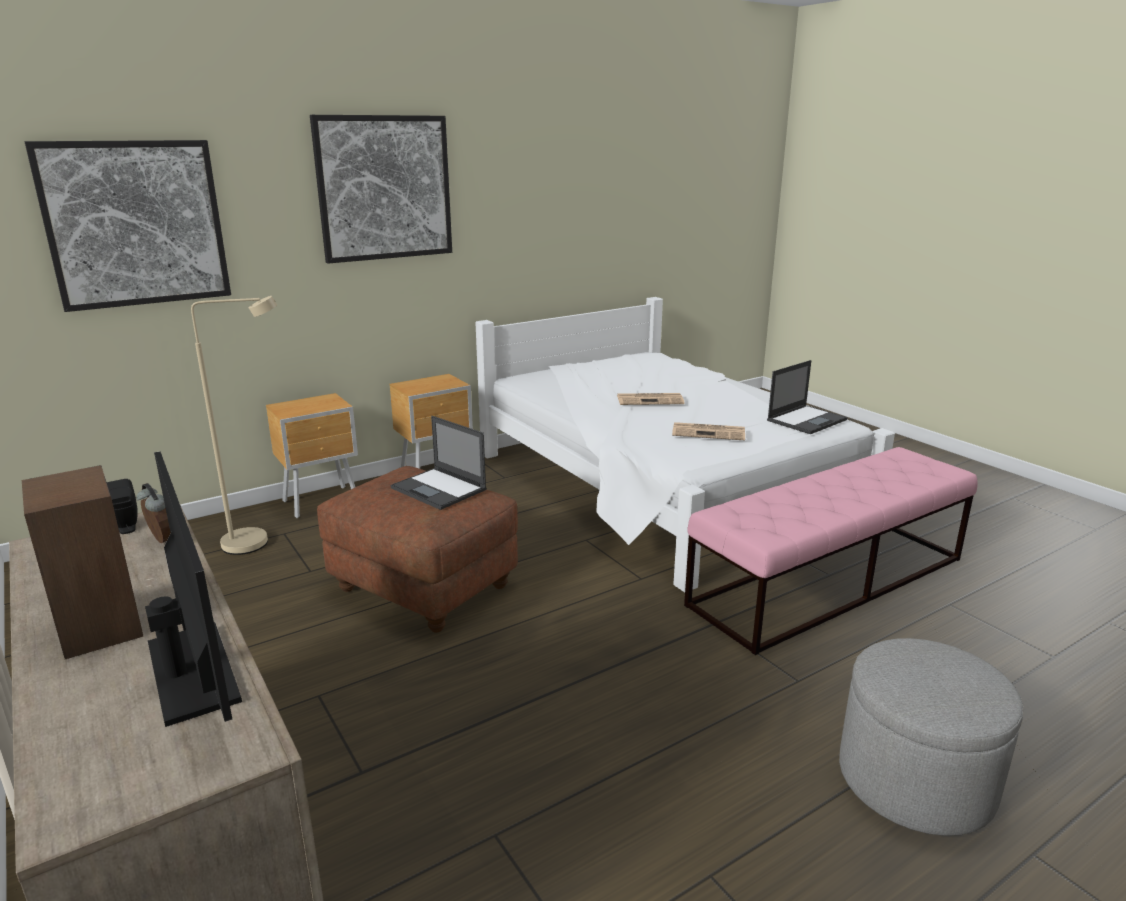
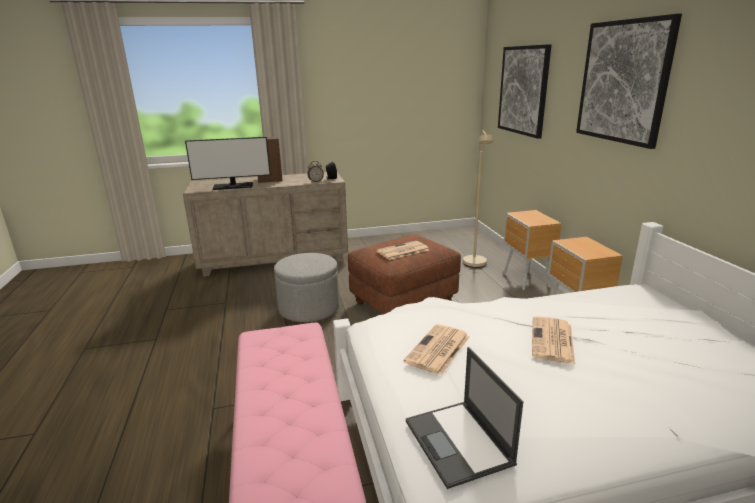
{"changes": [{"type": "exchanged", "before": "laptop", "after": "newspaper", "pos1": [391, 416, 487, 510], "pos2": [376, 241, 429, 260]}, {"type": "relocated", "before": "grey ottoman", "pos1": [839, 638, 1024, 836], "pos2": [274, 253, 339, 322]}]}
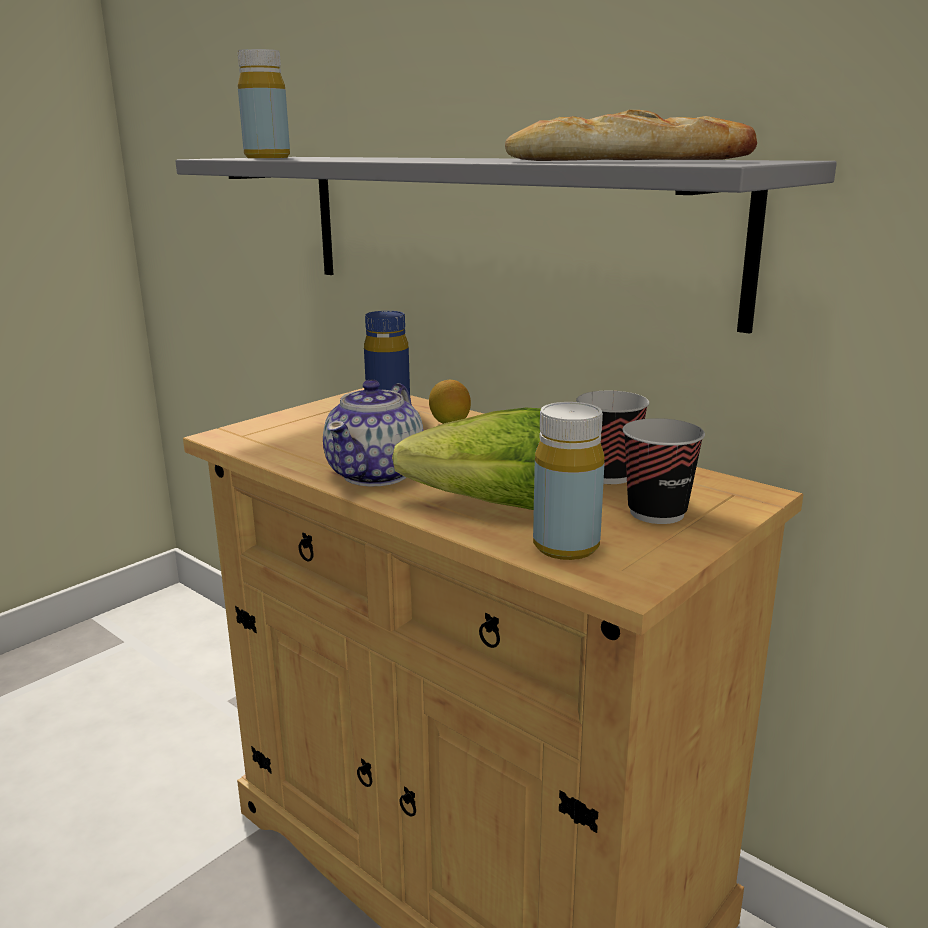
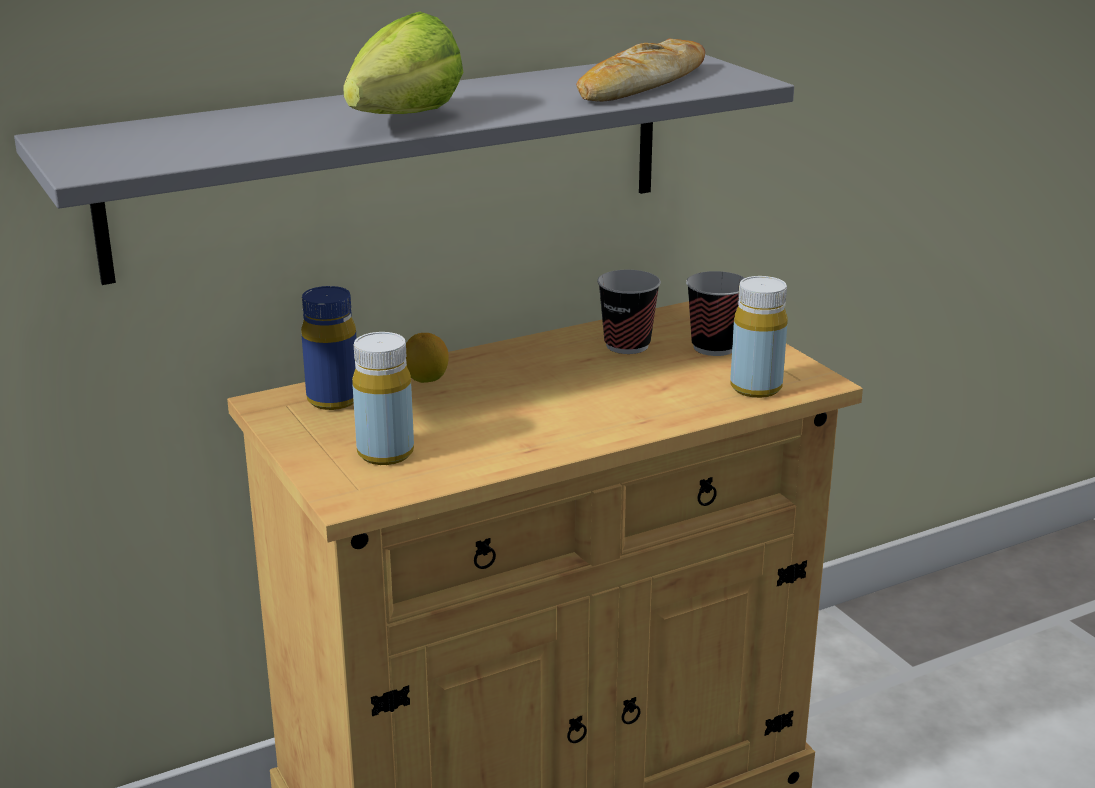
{"changes": [{"type": "relocated", "before": "yellow bottle", "pos1": [237, 49, 290, 158], "pos2": [352, 332, 414, 465]}, {"type": "missing", "before": "teapot", "pos1": [323, 380, 423, 486]}, {"type": "relocated", "before": "lettuce", "pos1": [392, 408, 541, 510], "pos2": [343, 12, 463, 114]}]}
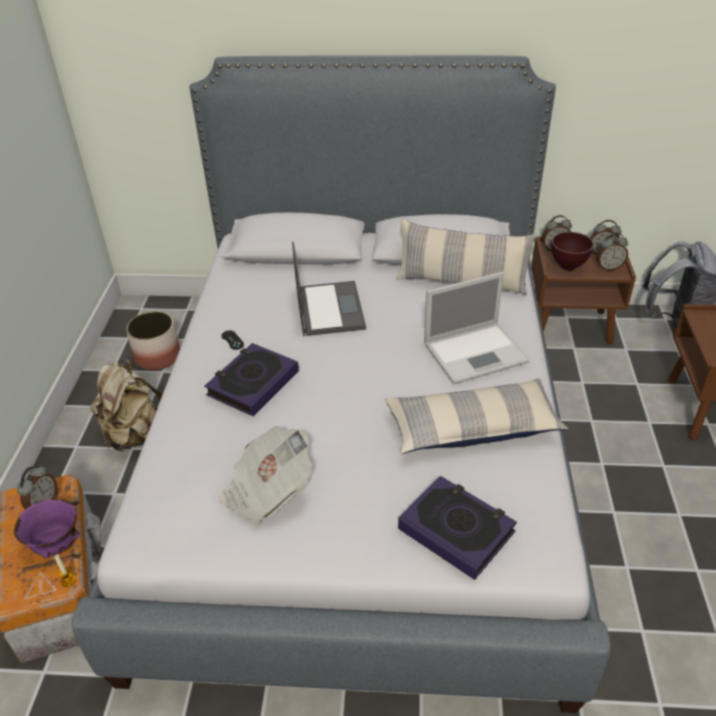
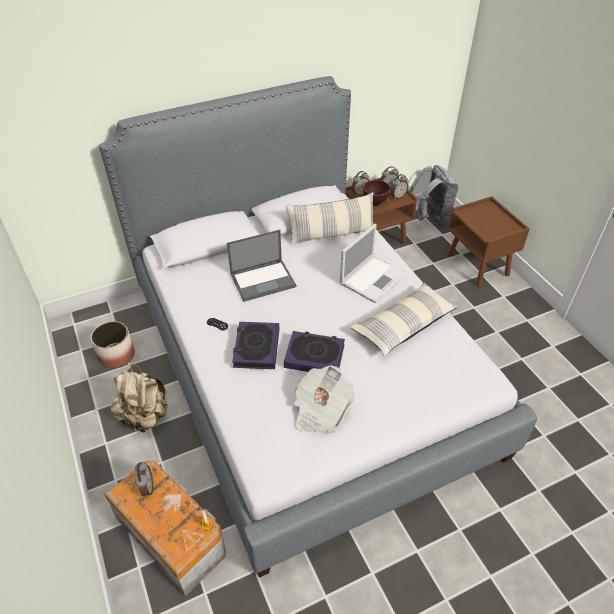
{"changes": [{"type": "spun", "before": "laptop", "pos1": [292, 242, 366, 336], "pos2": [227, 230, 296, 302], "turn": 105}, {"type": "relocated", "before": "book", "pos1": [398, 476, 517, 580], "pos2": [284, 331, 345, 372]}, {"type": "missing", "before": "purple bowl", "pos1": [14, 498, 80, 559]}]}
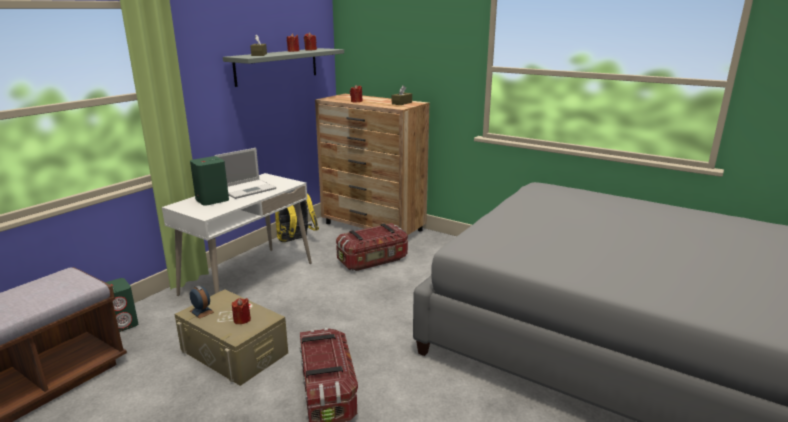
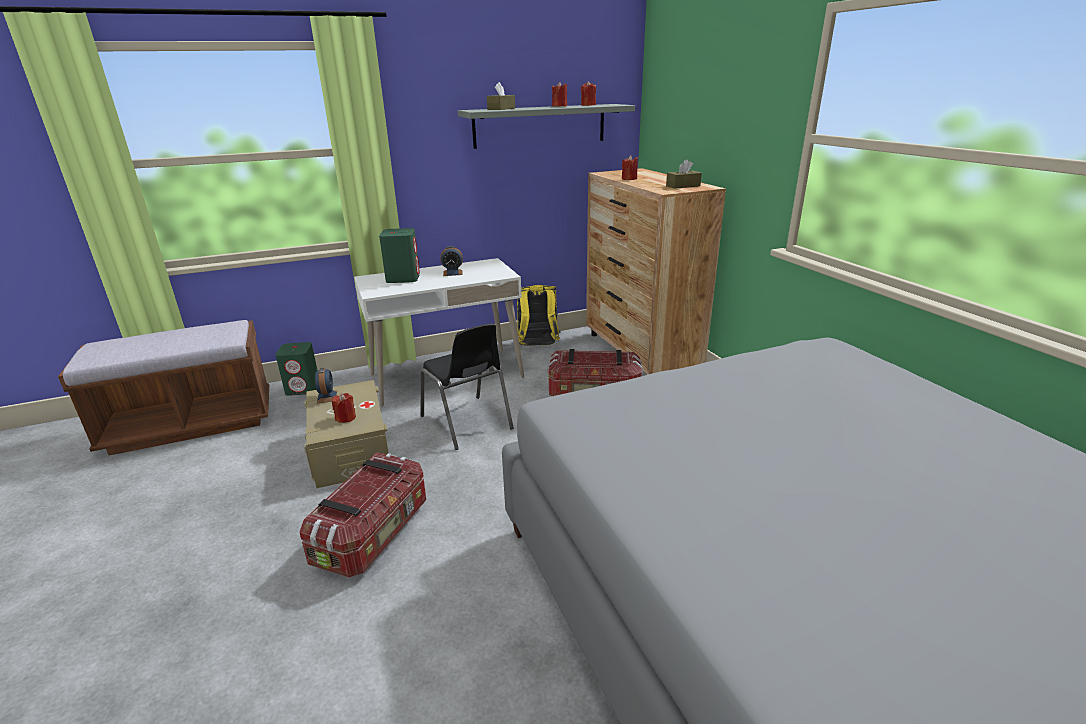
{"changes": [{"type": "exchanged", "before": "laptop", "after": "alarm clock", "pos1": [214, 148, 276, 199], "pos2": [440, 246, 463, 276]}, {"type": "appeared", "after": "black chair", "pos2": [421, 323, 514, 450]}]}
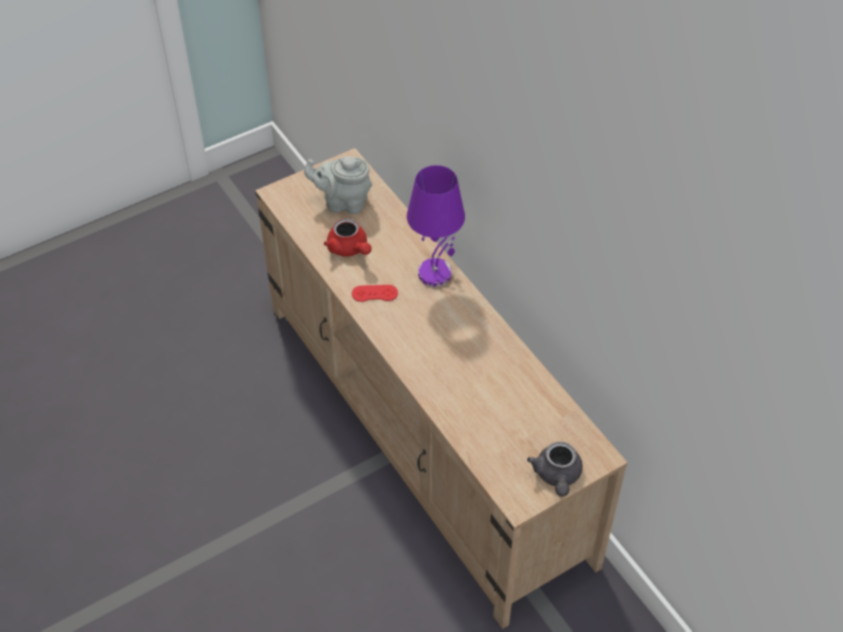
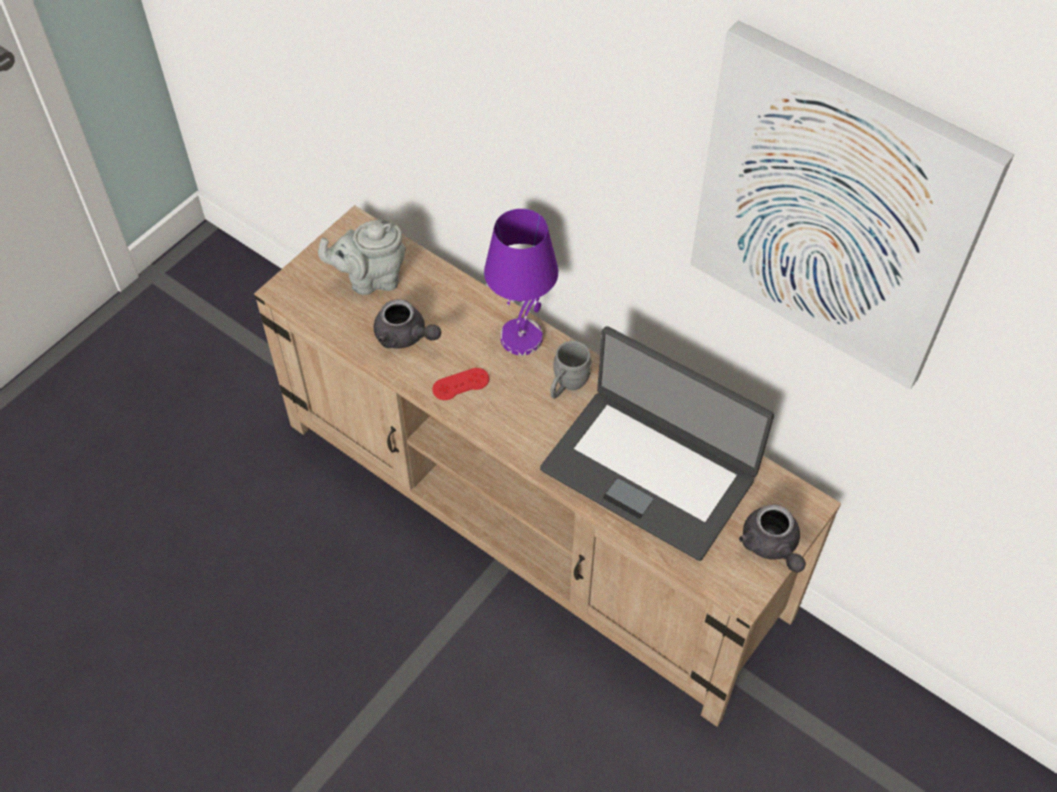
{"changes": [{"type": "colour", "before": "red teapot", "after": "grey teapot", "pos1": [324, 218, 371, 257], "pos2": [374, 299, 441, 348]}, {"type": "appeared", "after": "picture", "pos2": [690, 21, 1014, 390]}, {"type": "appeared", "after": "laptop", "pos2": [540, 326, 774, 561]}, {"type": "appeared", "after": "grey mug", "pos2": [550, 341, 592, 399]}]}
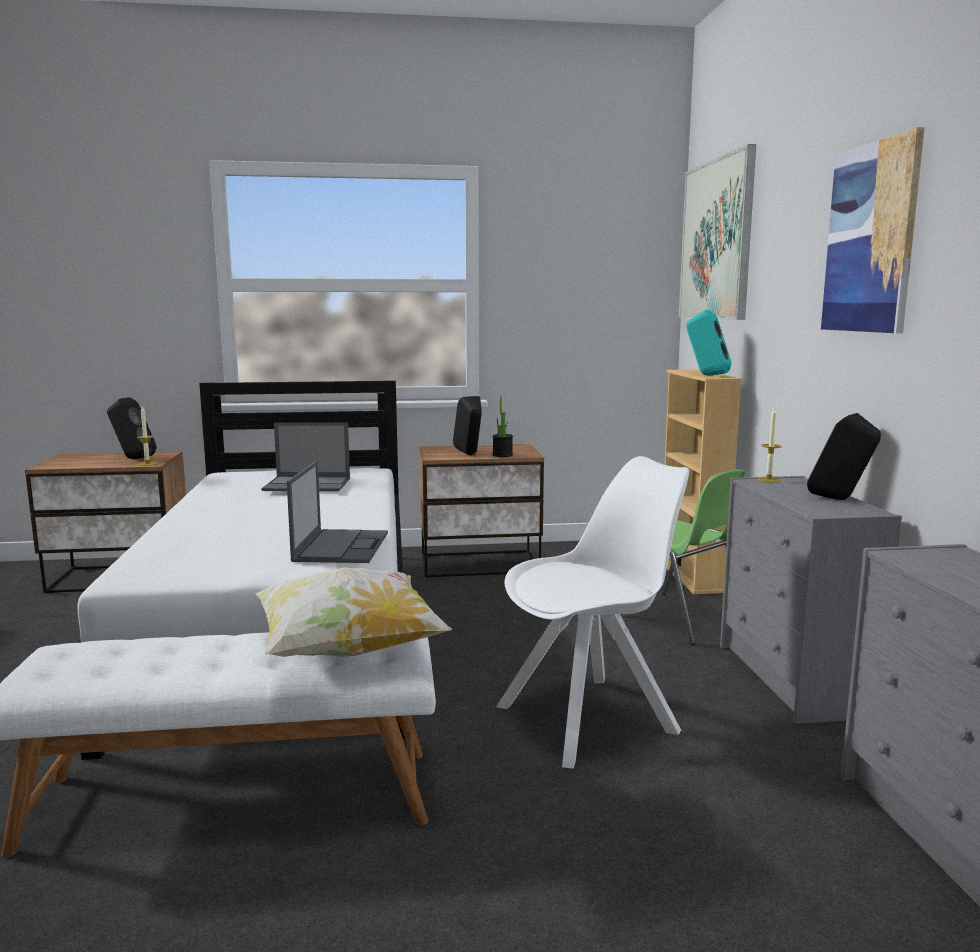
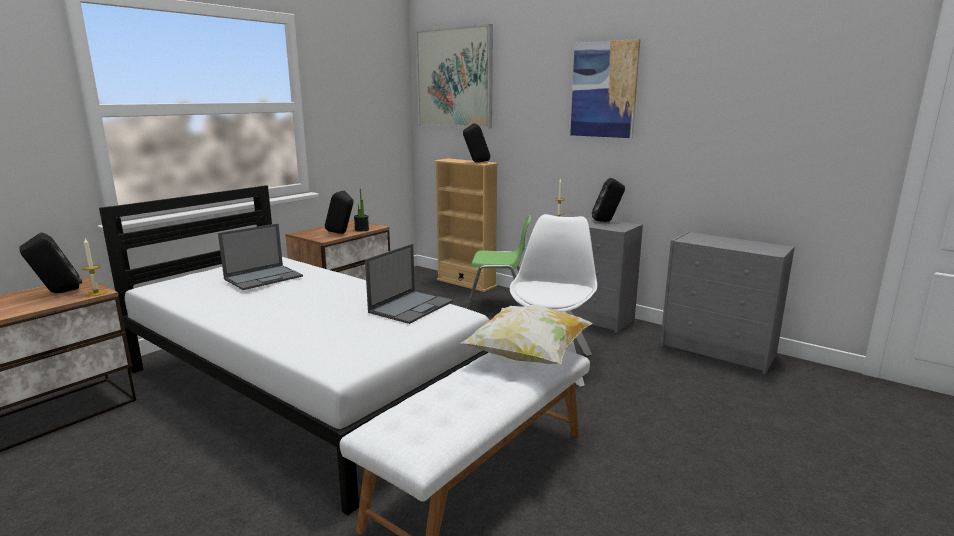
{"changes": [{"type": "colour", "before": "turquoise speaker", "after": "black speaker", "pos1": [686, 310, 731, 376], "pos2": [463, 123, 490, 163]}, {"type": "spun", "before": "laptop", "pos1": [287, 461, 388, 563], "pos2": [365, 244, 453, 324], "turn": 75}]}
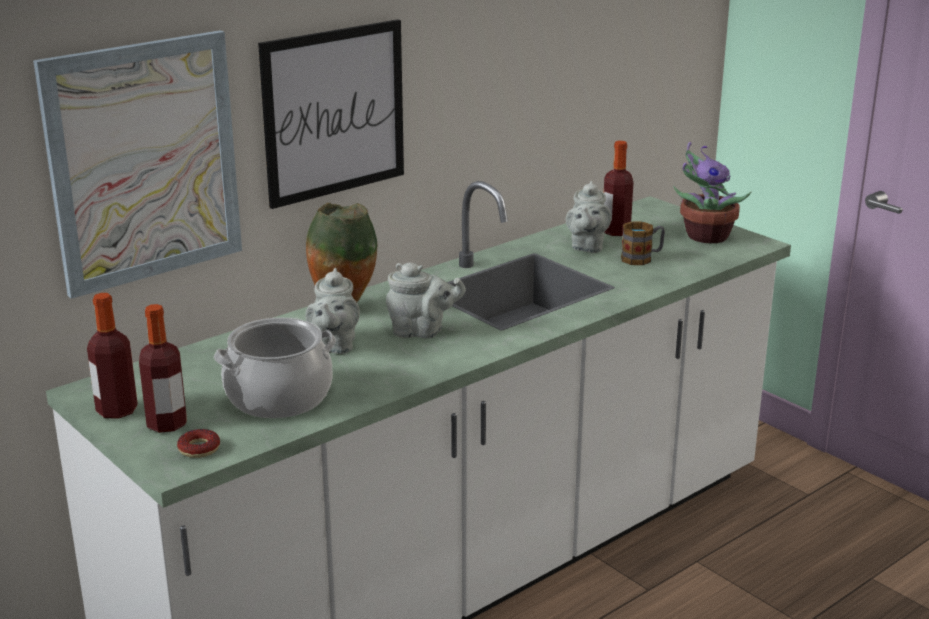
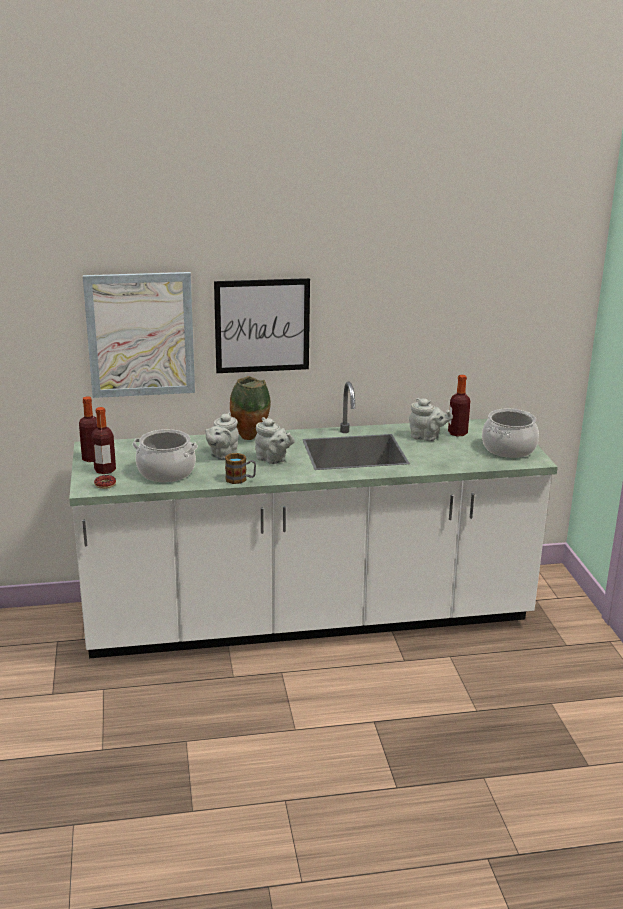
{"changes": [{"type": "exchanged", "before": "potted plant", "after": "cooking pot", "pos1": [673, 142, 752, 243], "pos2": [482, 409, 539, 458]}, {"type": "spun", "before": "grey teapot", "pos1": [566, 181, 611, 253], "pos2": [409, 398, 453, 441], "turn": -105}, {"type": "relocated", "before": "mug", "pos1": [621, 221, 665, 265], "pos2": [225, 453, 256, 484]}]}
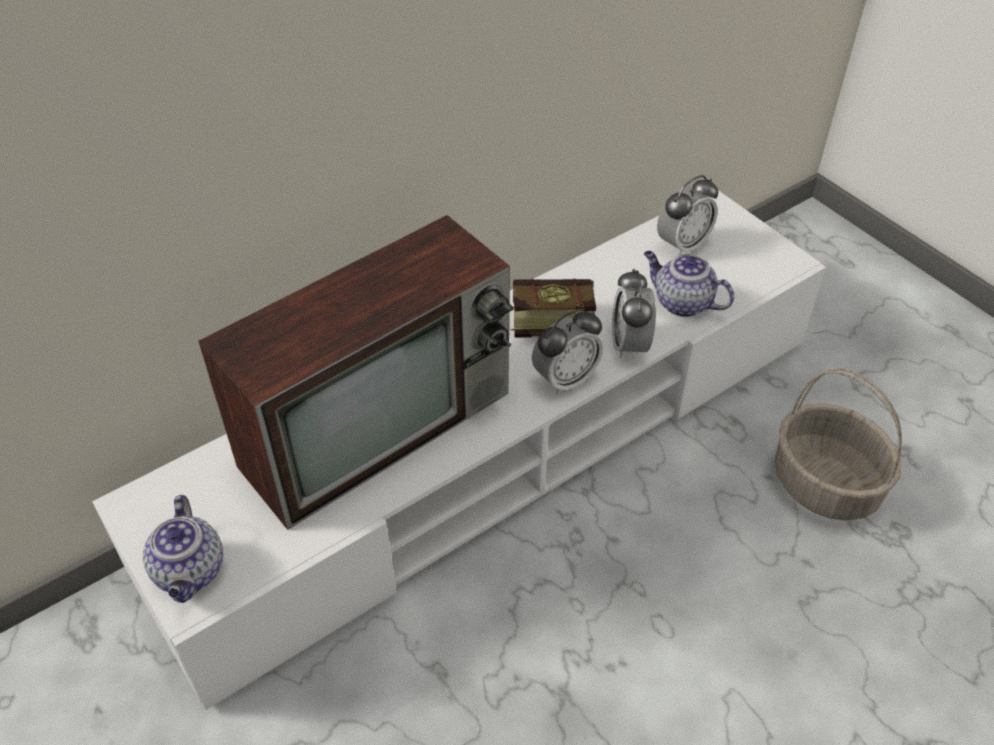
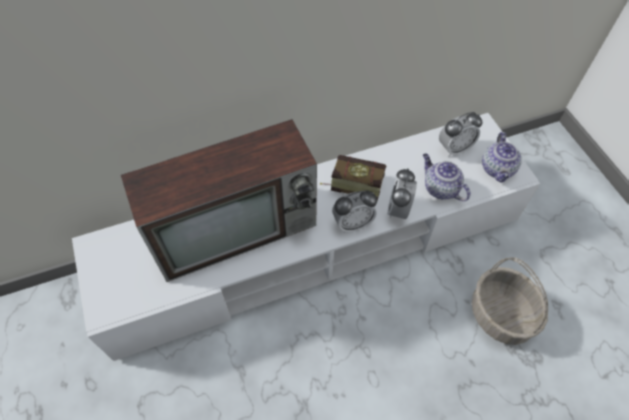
{"changes": [{"type": "relocated", "before": "teapot", "pos1": [143, 495, 223, 603], "pos2": [482, 132, 522, 183]}]}
